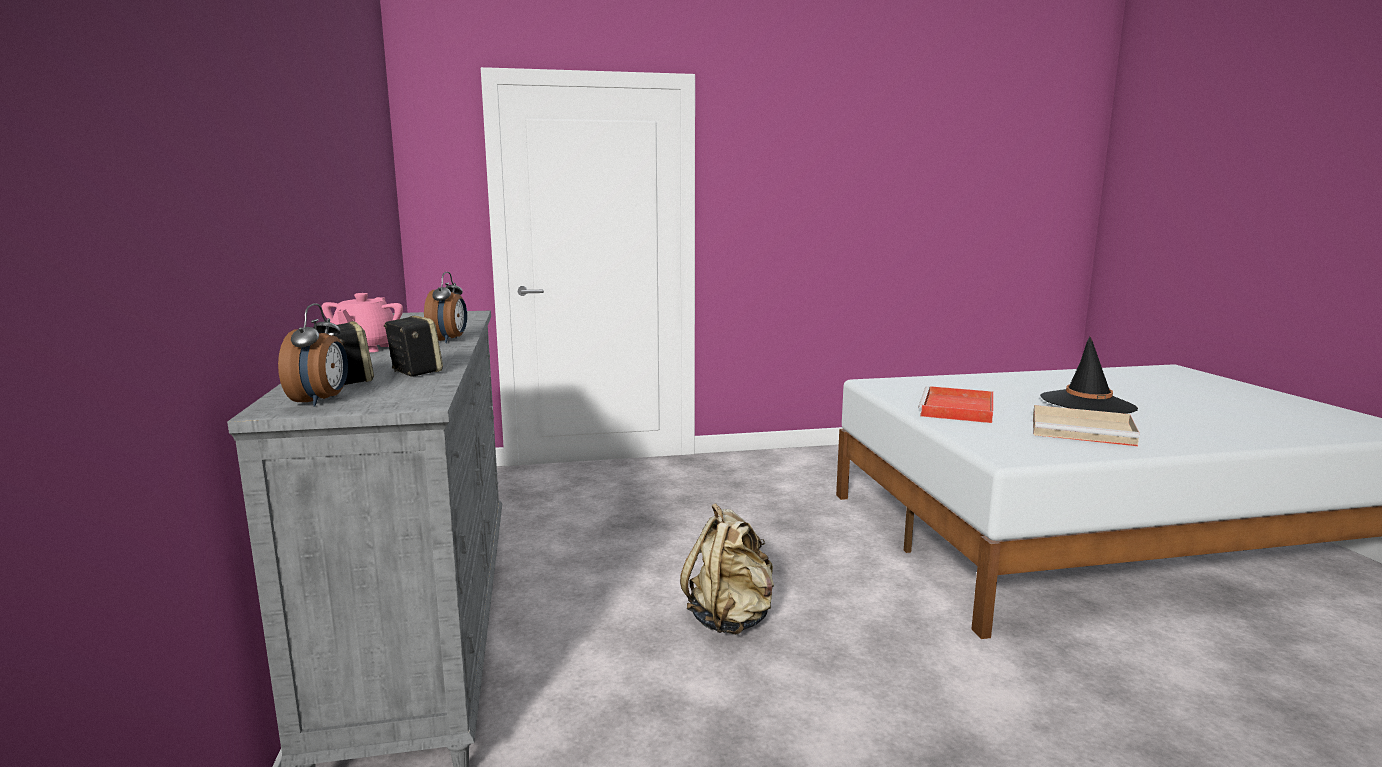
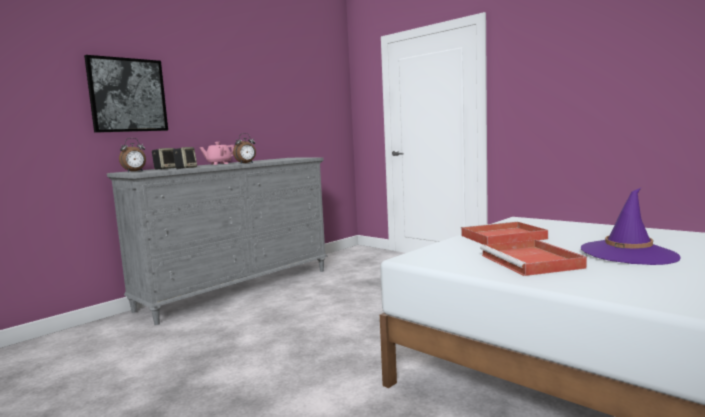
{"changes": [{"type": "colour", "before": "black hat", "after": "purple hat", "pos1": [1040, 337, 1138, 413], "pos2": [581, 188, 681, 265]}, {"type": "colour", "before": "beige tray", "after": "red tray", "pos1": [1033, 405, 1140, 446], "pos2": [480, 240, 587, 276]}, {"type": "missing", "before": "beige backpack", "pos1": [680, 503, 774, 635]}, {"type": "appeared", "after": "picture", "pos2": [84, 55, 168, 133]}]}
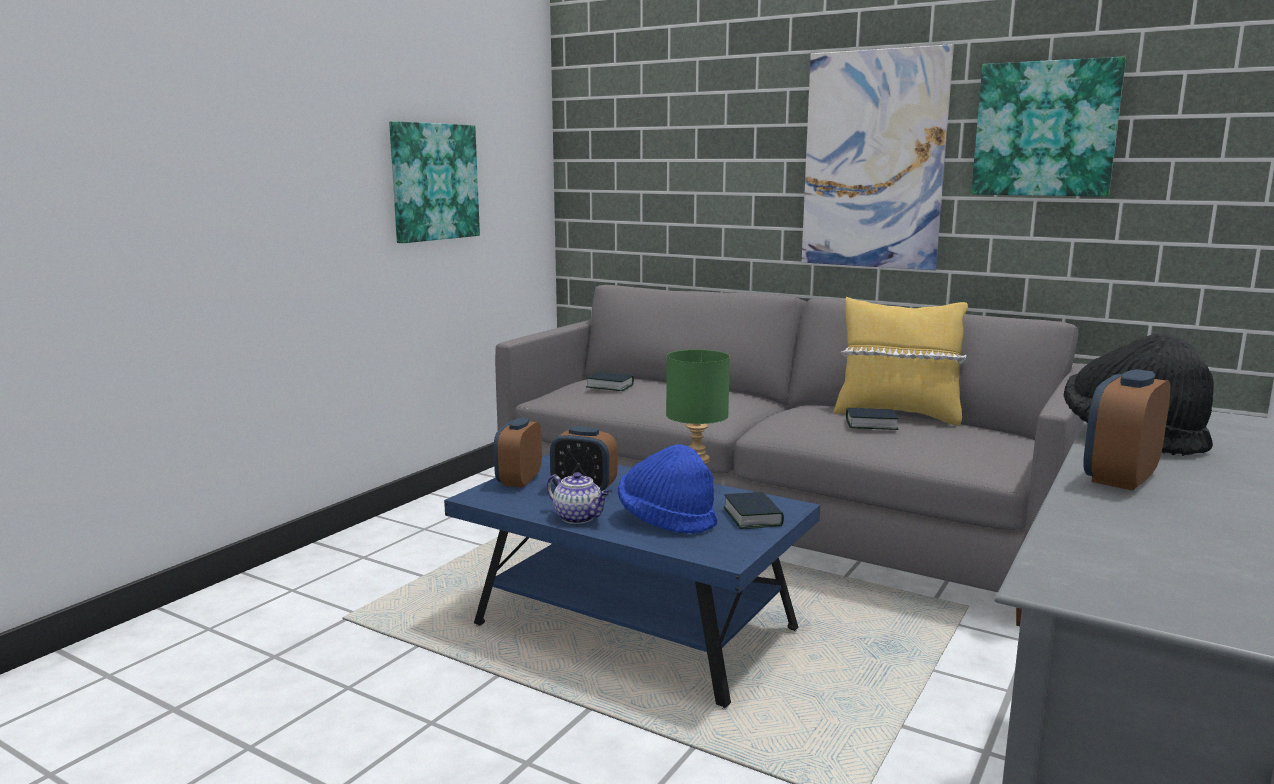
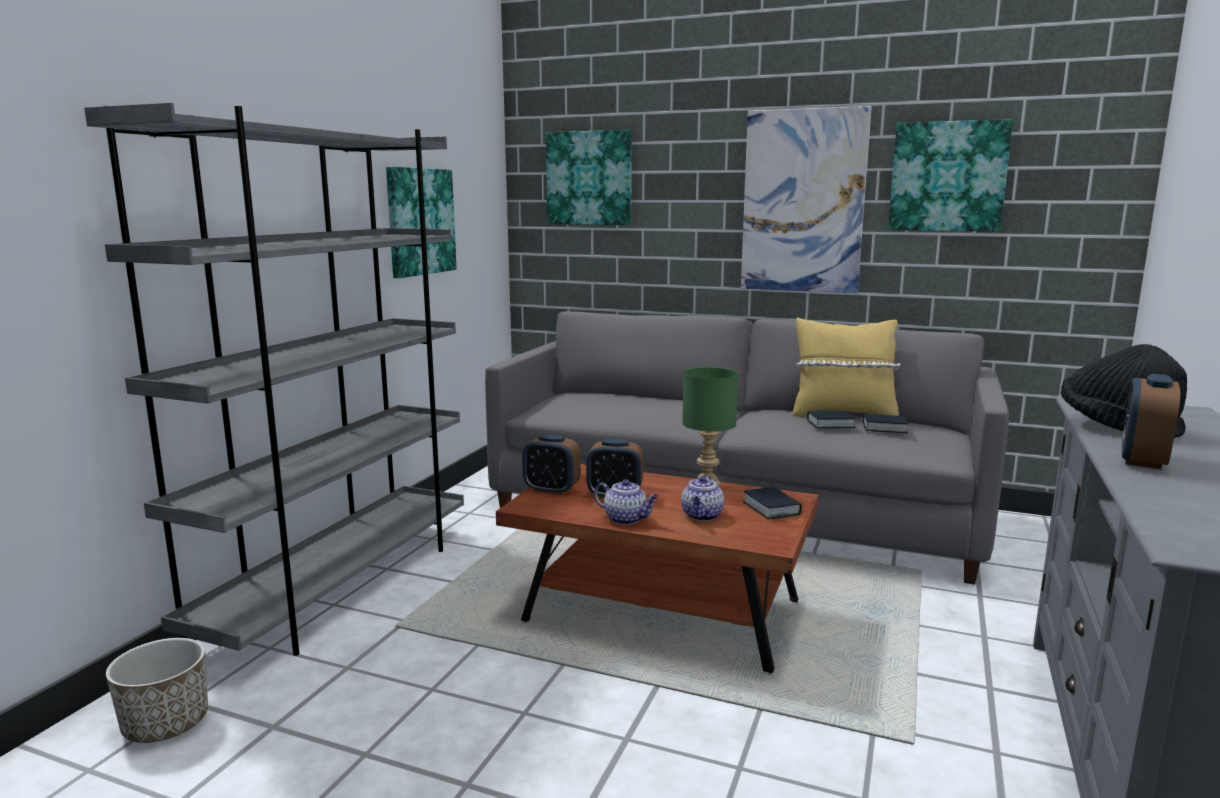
{"changes": [{"type": "relocated", "before": "book", "pos1": [586, 372, 634, 391], "pos2": [863, 414, 908, 433]}, {"type": "spun", "before": "alarm clock", "pos1": [494, 418, 542, 488], "pos2": [522, 434, 581, 495], "turn": -75}, {"type": "exchanged", "before": "blue hat", "after": "teapot", "pos1": [618, 445, 718, 534], "pos2": [681, 475, 724, 521]}, {"type": "colour", "before": "blue coffee table", "after": "brown coffee table", "pos1": [444, 454, 820, 709], "pos2": [496, 464, 818, 675]}, {"type": "appeared", "after": "grey bookcase", "pos2": [84, 103, 464, 656]}, {"type": "appeared", "after": "picture", "pos2": [546, 130, 632, 225]}, {"type": "appeared", "after": "planter", "pos2": [106, 638, 208, 743]}]}
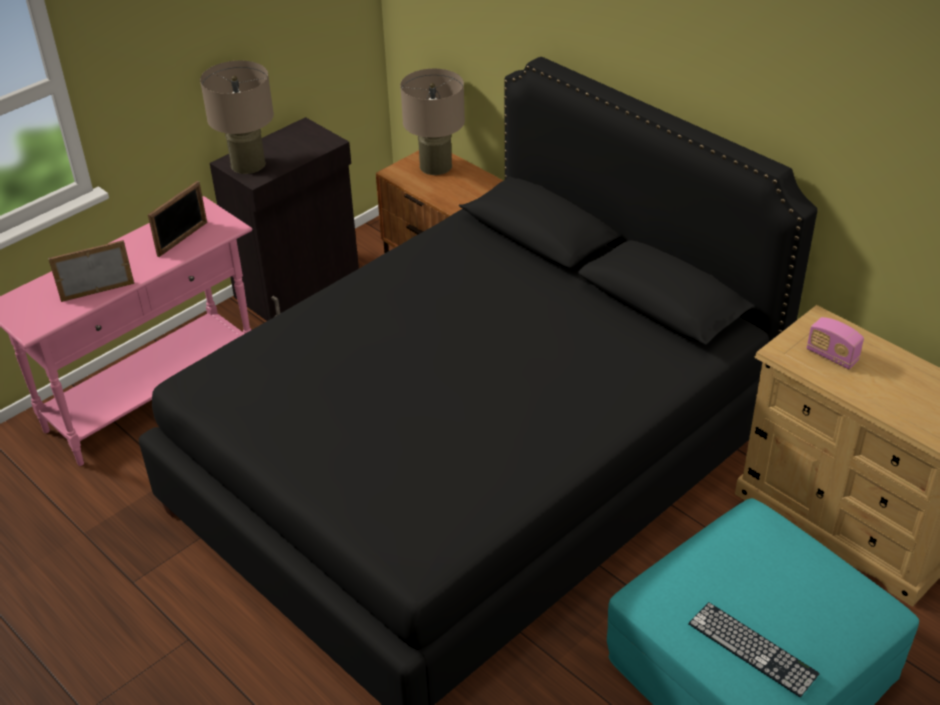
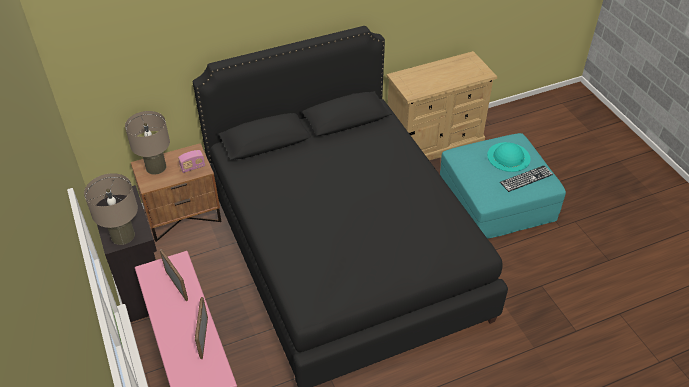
{"changes": [{"type": "relocated", "before": "radio", "pos1": [807, 317, 864, 369], "pos2": [178, 150, 205, 173]}, {"type": "appeared", "after": "turquoise hat", "pos2": [487, 142, 530, 172]}]}
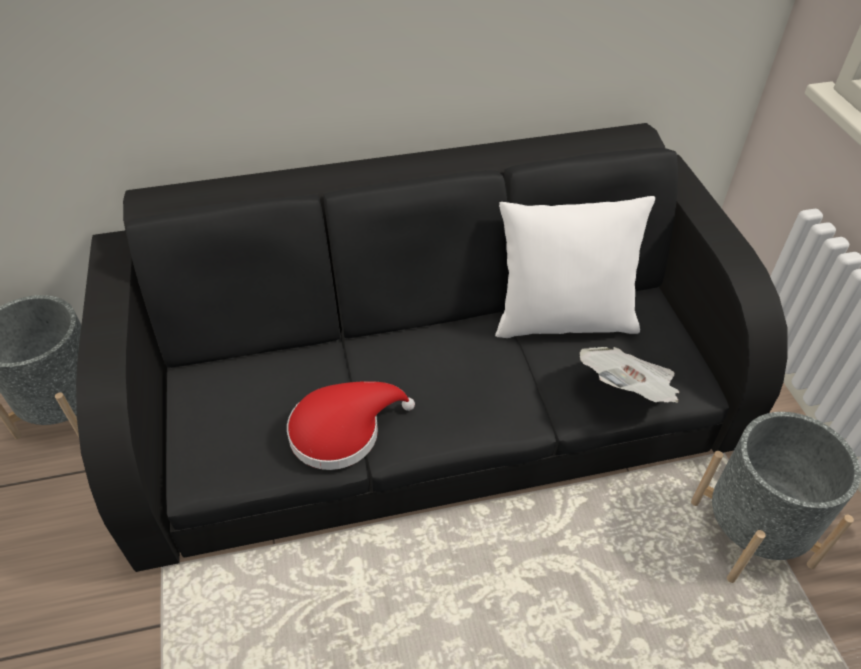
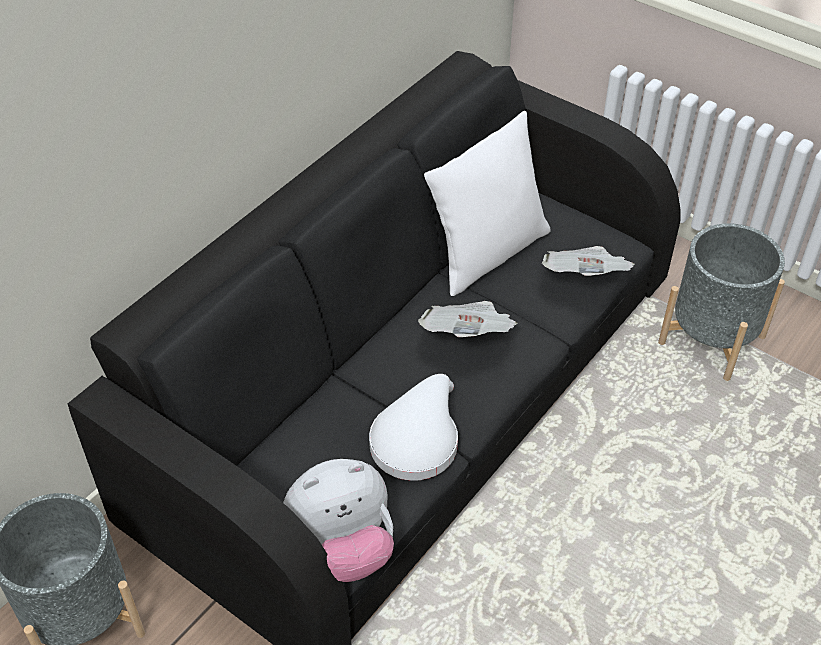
{"changes": [{"type": "colour", "before": "red hat", "after": "white hat", "pos1": [287, 381, 415, 470], "pos2": [369, 374, 458, 481]}, {"type": "appeared", "after": "newspaper", "pos2": [418, 301, 518, 337]}, {"type": "appeared", "after": "plush toy", "pos2": [283, 459, 394, 582]}]}
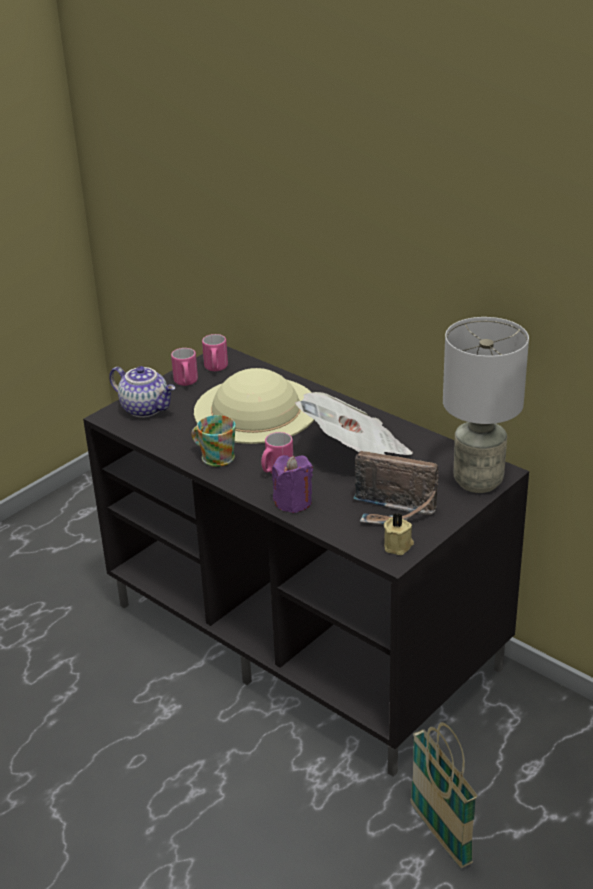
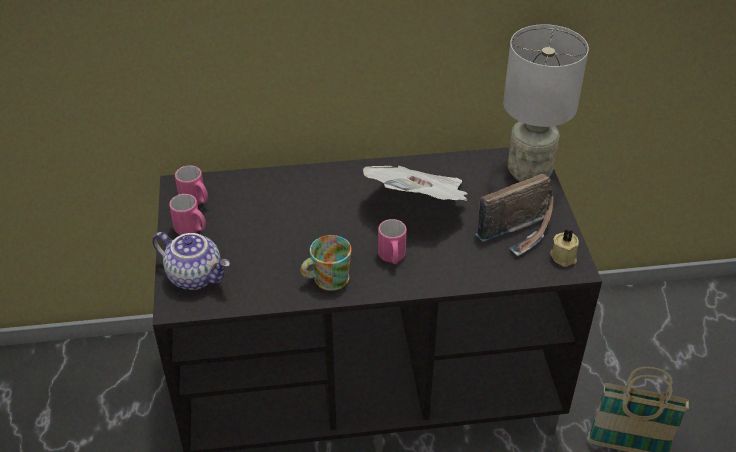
{"changes": [{"type": "spun", "before": "teapot", "pos1": [109, 366, 175, 418], "pos2": [152, 232, 230, 290], "turn": 45}, {"type": "missing", "before": "beige hat", "pos1": [194, 368, 314, 444]}, {"type": "missing", "before": "purple candle", "pos1": [272, 455, 313, 513]}]}
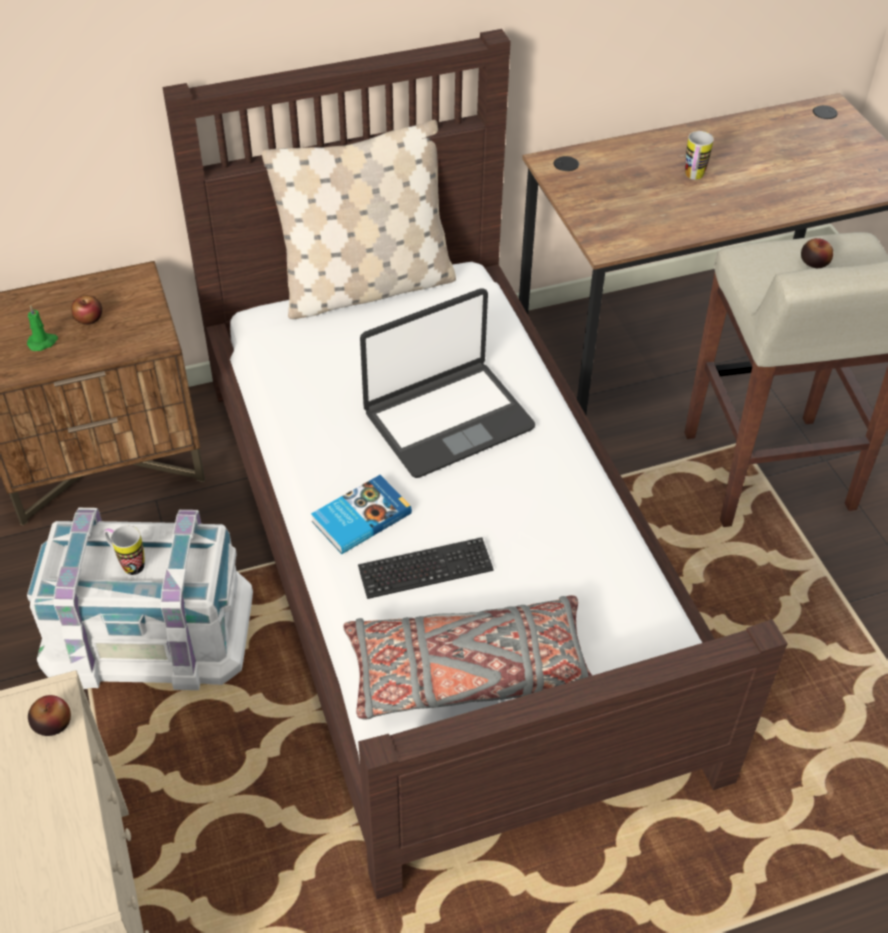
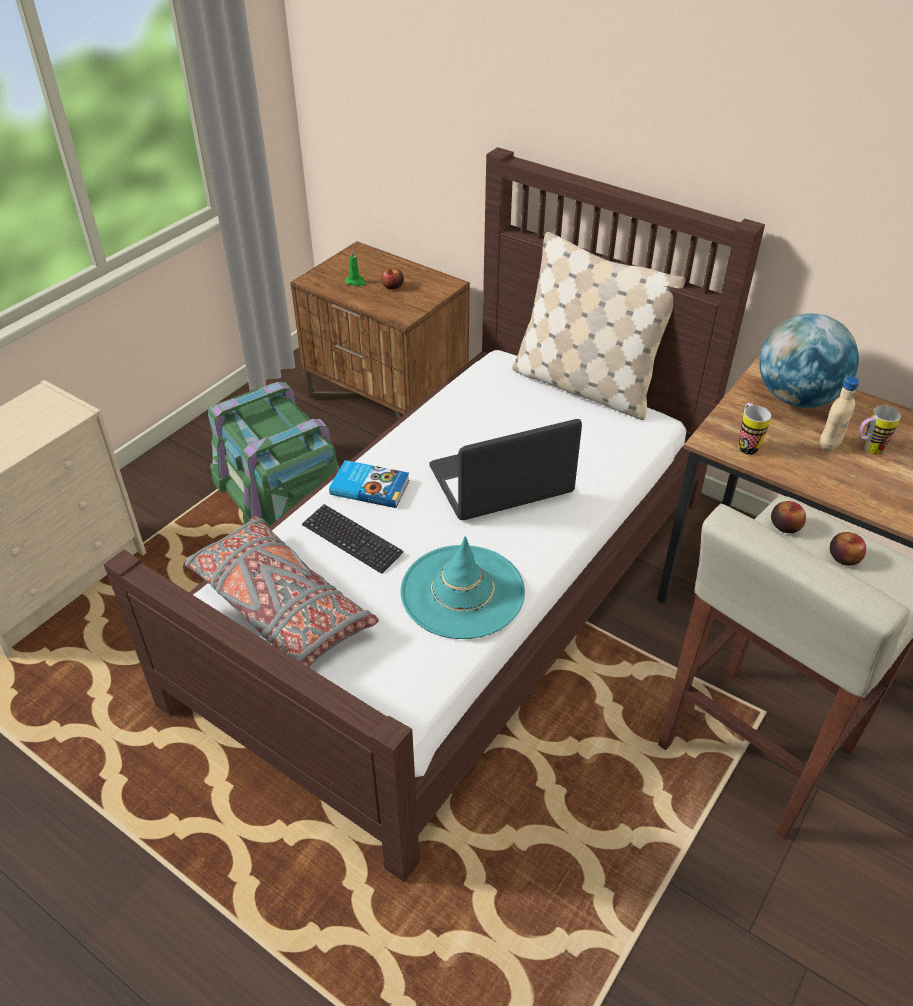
{"changes": [{"type": "spun", "before": "laptop", "pos1": [360, 289, 535, 478], "pos2": [429, 419, 582, 520], "turn": 135}, {"type": "colour", "before": "white storage box", "after": "green storage box", "pos1": [27, 508, 253, 690], "pos2": [208, 382, 339, 527]}, {"type": "relocated", "before": "mug", "pos1": [104, 525, 145, 575], "pos2": [739, 403, 771, 455]}, {"type": "relocated", "before": "apple", "pos1": [28, 695, 71, 736], "pos2": [771, 501, 806, 533]}, {"type": "appeared", "after": "globe", "pos2": [759, 313, 859, 408]}, {"type": "appeared", "after": "beige bottle", "pos2": [820, 376, 859, 451]}, {"type": "appeared", "after": "turquoise hat", "pos2": [400, 536, 525, 639]}]}
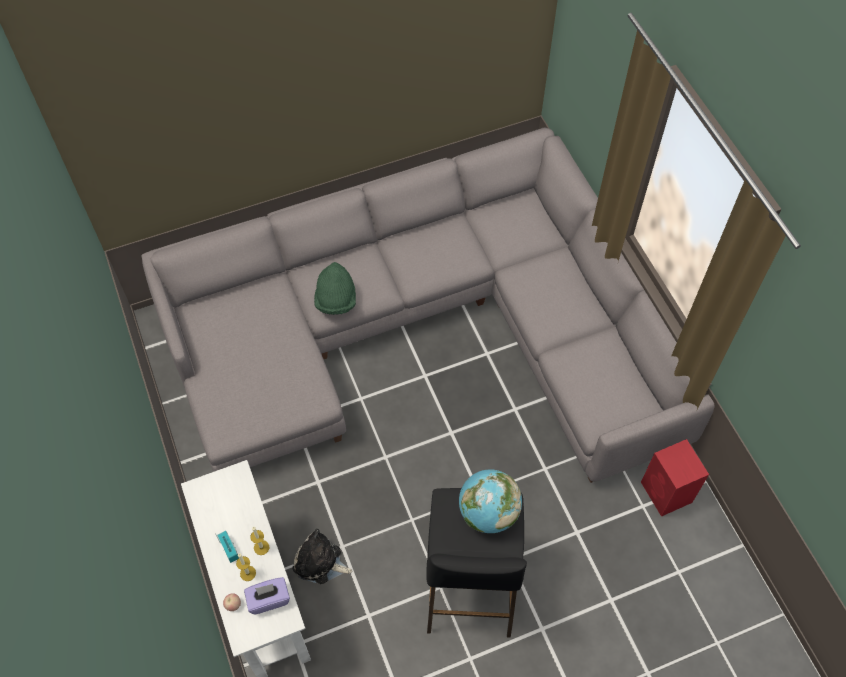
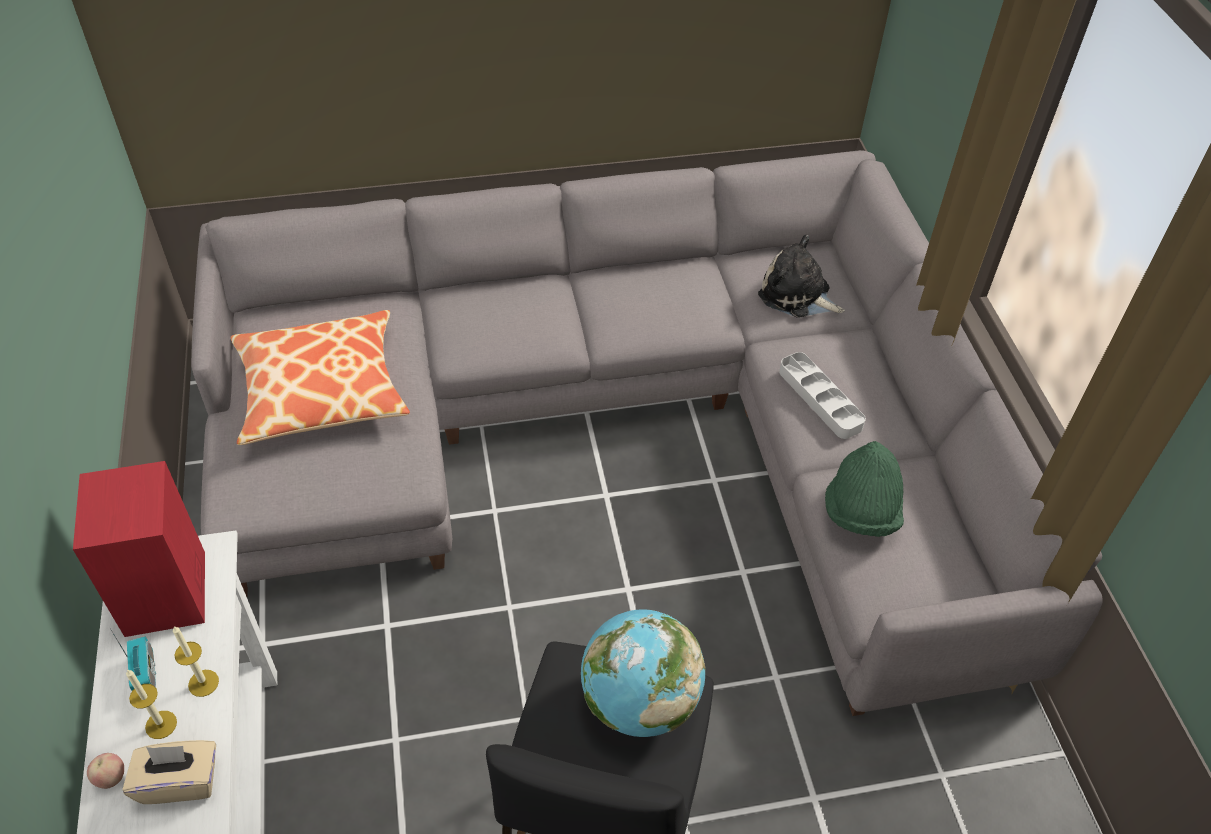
{"changes": [{"type": "relocated", "before": "green hat", "pos1": [314, 262, 356, 315], "pos2": [825, 441, 904, 537]}, {"type": "relocated", "before": "red speaker", "pos1": [641, 439, 709, 517], "pos2": [73, 461, 205, 637]}, {"type": "relocated", "before": "plush toy", "pos1": [293, 529, 352, 584], "pos2": [758, 235, 845, 318]}, {"type": "colour", "before": "purple tissue box", "after": "beige tissue box", "pos1": [244, 577, 290, 614], "pos2": [122, 740, 216, 804]}, {"type": "appeared", "after": "pillow", "pos2": [231, 310, 410, 445]}, {"type": "appeared", "after": "grey tray", "pos2": [779, 352, 866, 439]}]}
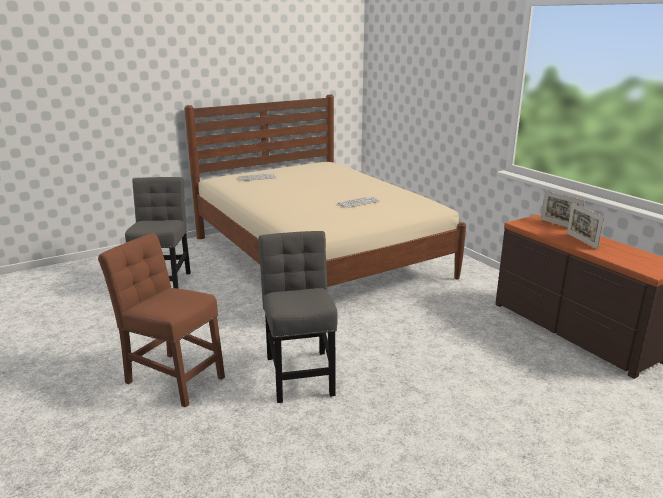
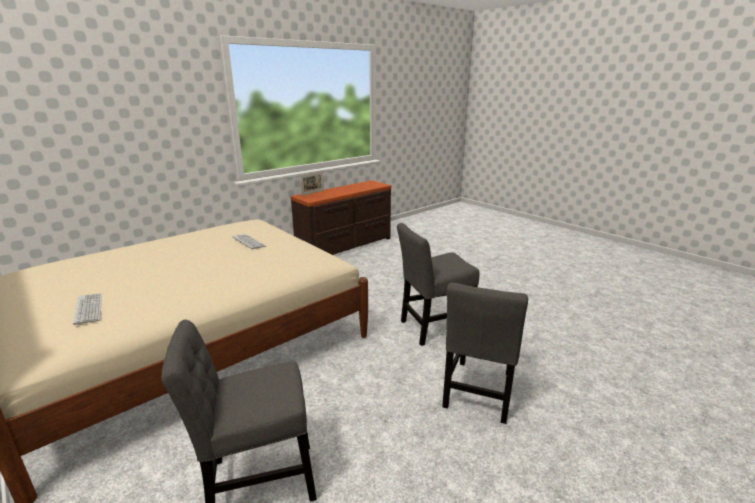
{"changes": [{"type": "missing", "before": "picture frame", "pos1": [567, 203, 604, 249]}, {"type": "colour", "before": "brown chair", "after": "grey chair", "pos1": [98, 233, 225, 408], "pos2": [442, 282, 528, 424]}]}
